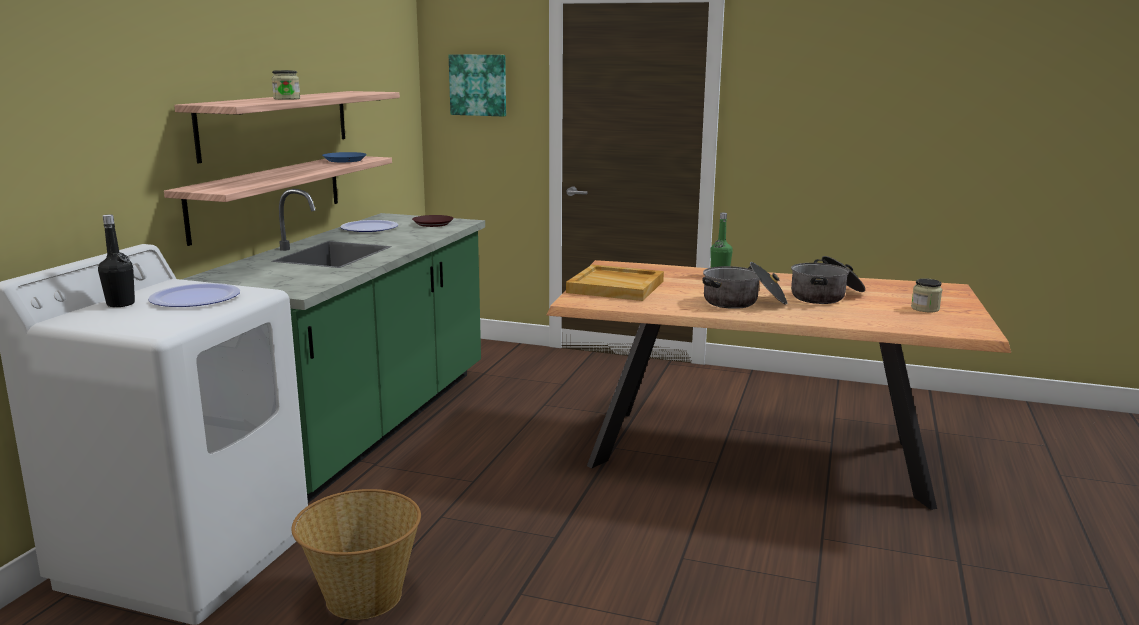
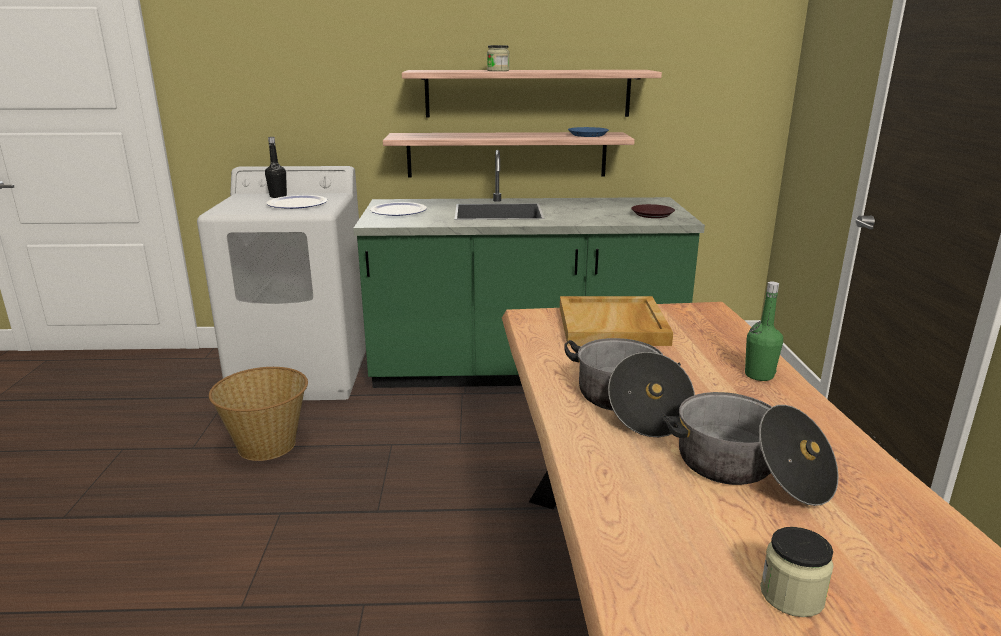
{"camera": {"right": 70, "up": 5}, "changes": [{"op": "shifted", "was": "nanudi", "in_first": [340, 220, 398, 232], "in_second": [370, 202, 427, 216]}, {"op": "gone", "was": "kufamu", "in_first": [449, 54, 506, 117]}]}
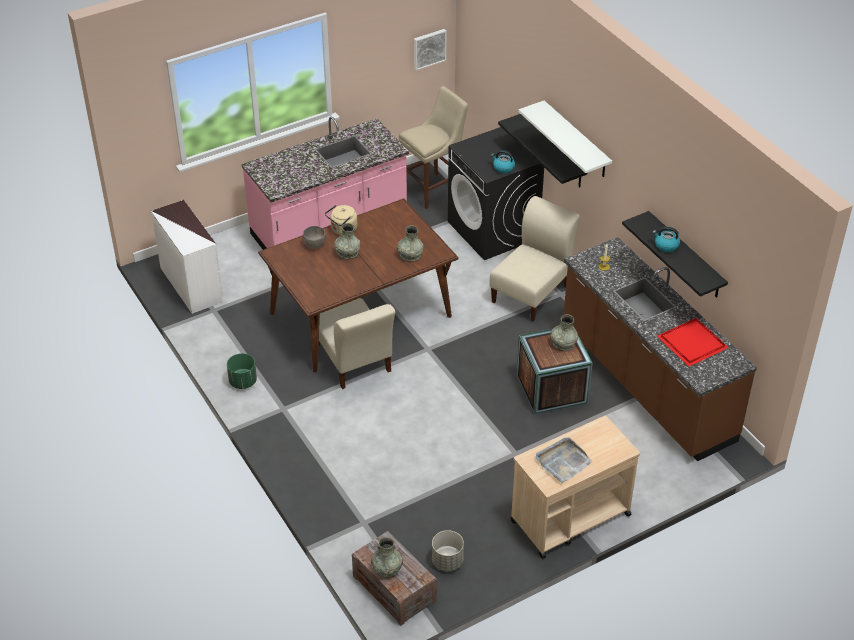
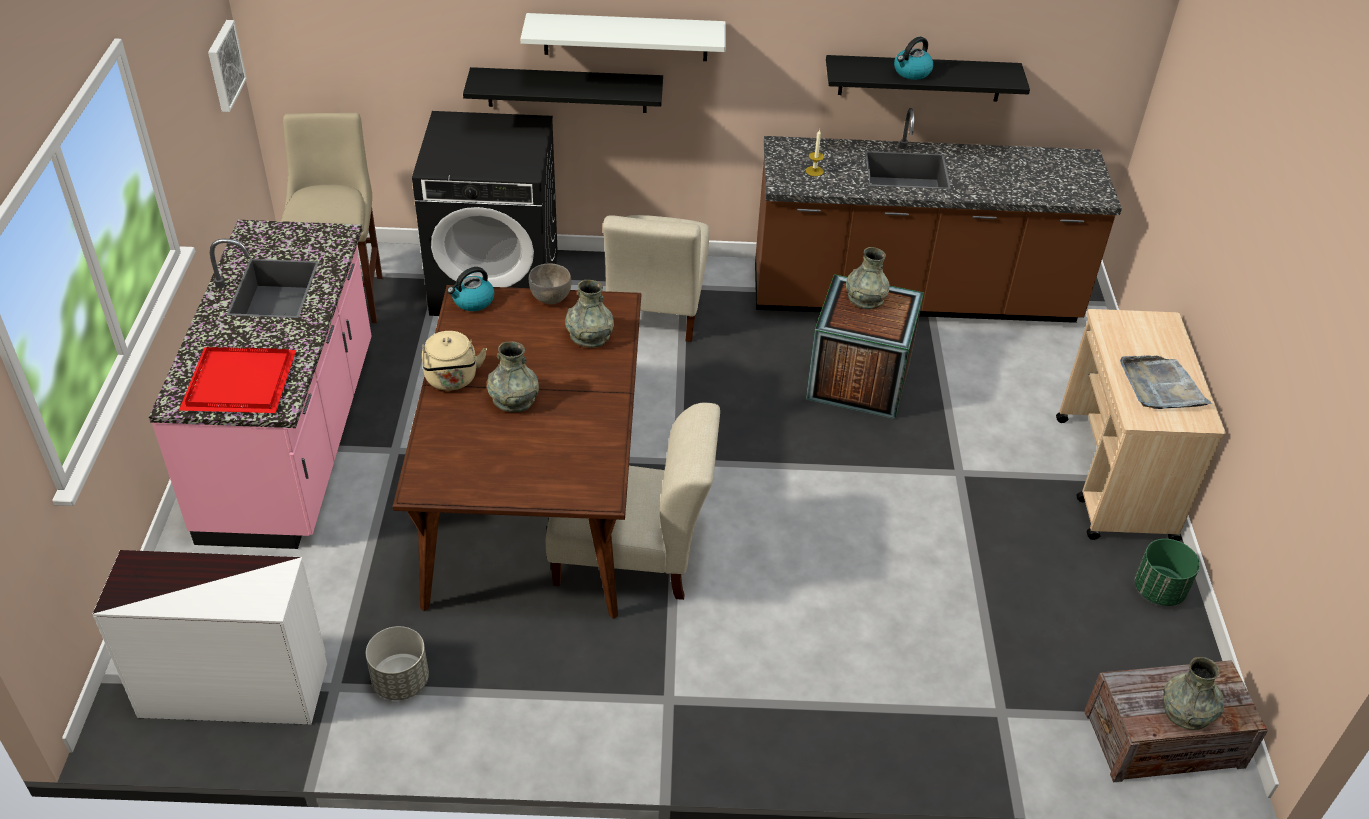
{"camera": {"right": -60, "up": 0}, "changes": [{"op": "shifted", "was": "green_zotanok", "in_first": [227, 353, 257, 389], "in_second": [1135, 539, 1200, 606]}, {"op": "shifted", "was": "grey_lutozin", "in_first": [303, 226, 326, 249], "in_second": [529, 263, 571, 304]}, {"op": "shifted", "was": "grey_zotanok", "in_first": [432, 530, 464, 571], "in_second": [366, 626, 429, 700]}, {"op": "rotated", "was": "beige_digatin", "in_first": [489, 196, 580, 321], "in_second": [603, 215, 709, 342], "clockwise": -150}, {"op": "shifted", "was": "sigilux", "in_first": [491, 150, 515, 173], "in_second": [447, 267, 494, 311]}, {"op": "shifted", "was": "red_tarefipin", "in_first": [657, 318, 729, 366], "in_second": [179, 347, 296, 413]}]}
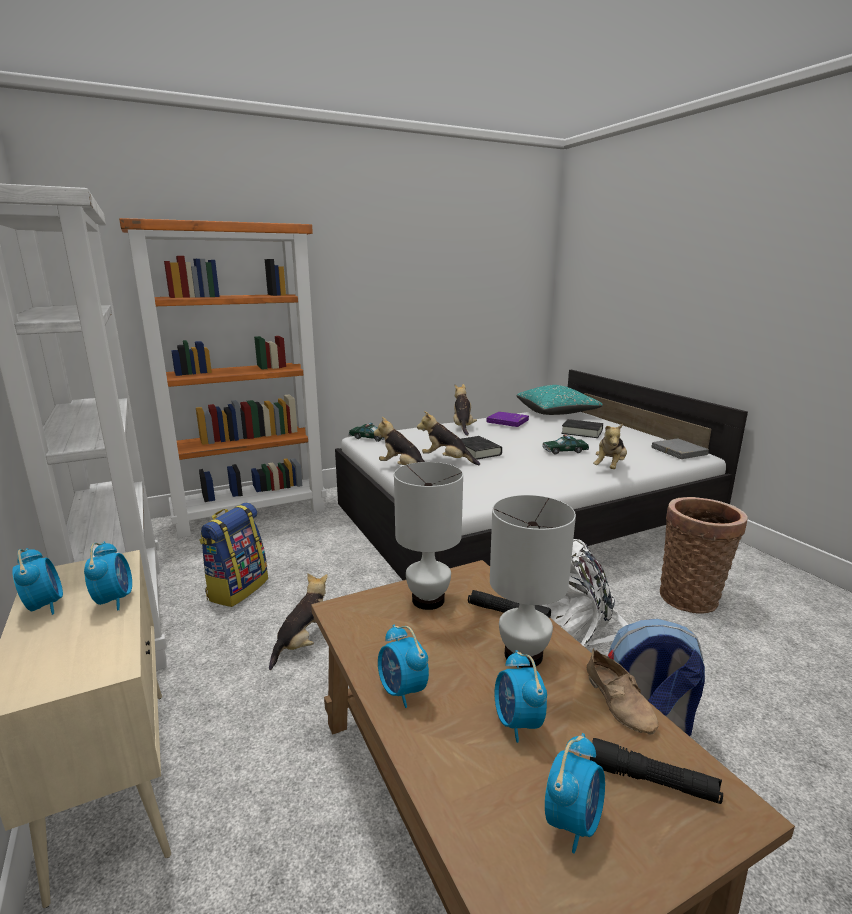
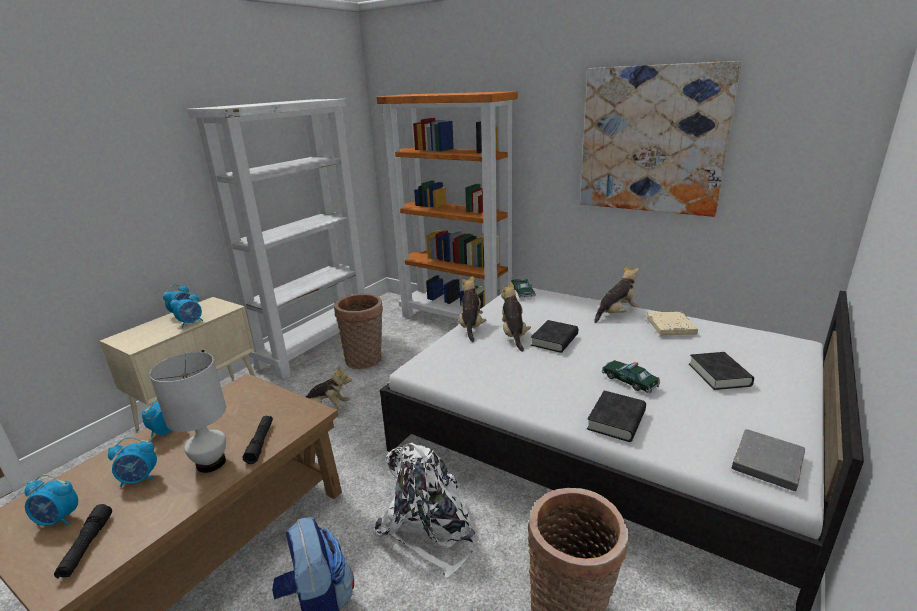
{"camera": {"right": 60, "up": 5}, "changes": [{"op": "swapped", "was": "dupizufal", "now": "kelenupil", "in_first": [199, 503, 268, 607], "in_second": [334, 293, 383, 369]}, {"op": "gone", "was": "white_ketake", "in_first": [394, 462, 463, 610]}, {"op": "repainted", "was": "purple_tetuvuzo", "now": "beige_tetuvuzo", "in_first": [486, 412, 529, 427], "in_second": [646, 312, 698, 336]}, {"op": "rotated", "was": "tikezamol", "in_first": [495, 650, 547, 743], "in_second": [108, 437, 157, 487], "clockwise": -150}, {"op": "gone", "was": "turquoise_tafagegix", "in_first": [517, 385, 603, 415]}, {"op": "gone", "was": "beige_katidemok", "in_first": [587, 648, 659, 735]}, {"op": "swapped", "was": "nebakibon", "now": "black_tetuvuzo", "in_first": [593, 424, 627, 469], "in_second": [587, 391, 646, 442]}, {"op": "new", "now": "kufamu", "in_second": [580, 61, 742, 217]}]}
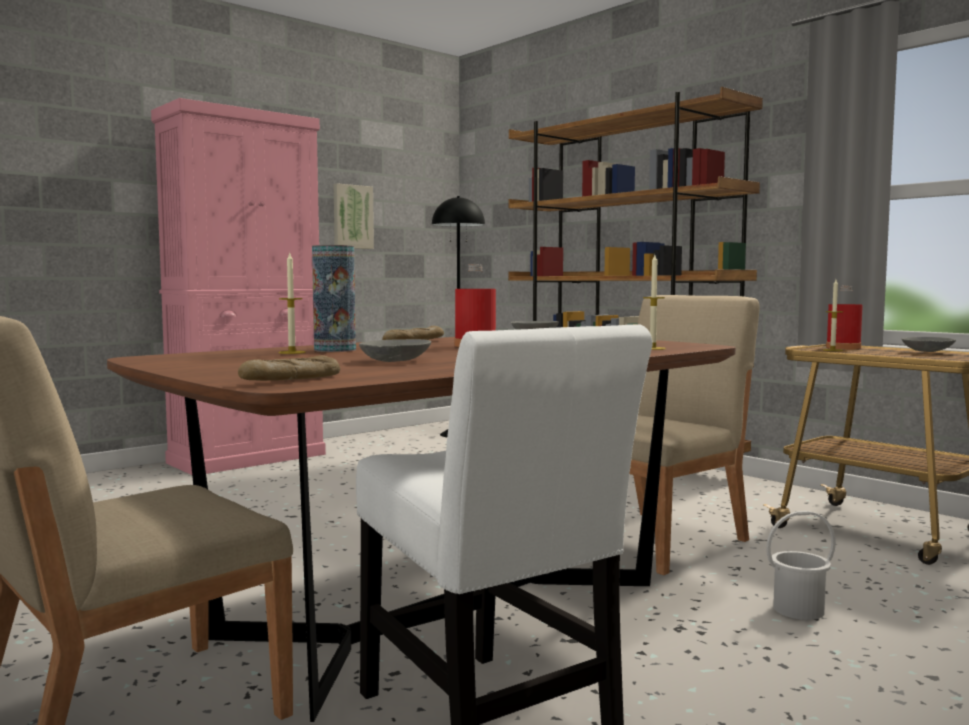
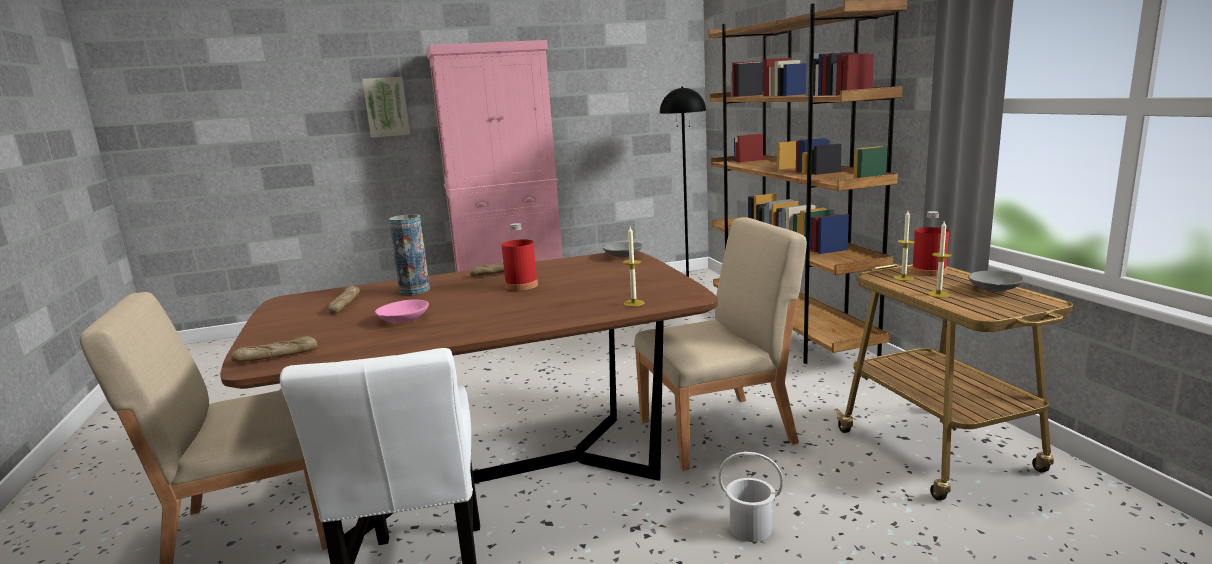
{"camera": {"right": 25, "up": 10}, "changes": [{"op": "shifted", "was": "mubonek", "in_first": [278, 253, 306, 354], "in_second": [928, 221, 952, 298]}, {"op": "shifted", "was": "kufamu", "in_first": [333, 183, 374, 249], "in_second": [362, 77, 410, 138]}, {"op": "repainted", "was": "grey_lutozin", "now": "pink_lutozin", "in_first": [359, 339, 431, 362], "in_second": [375, 299, 429, 323]}, {"op": "new", "now": "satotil", "in_second": [328, 286, 360, 314]}]}
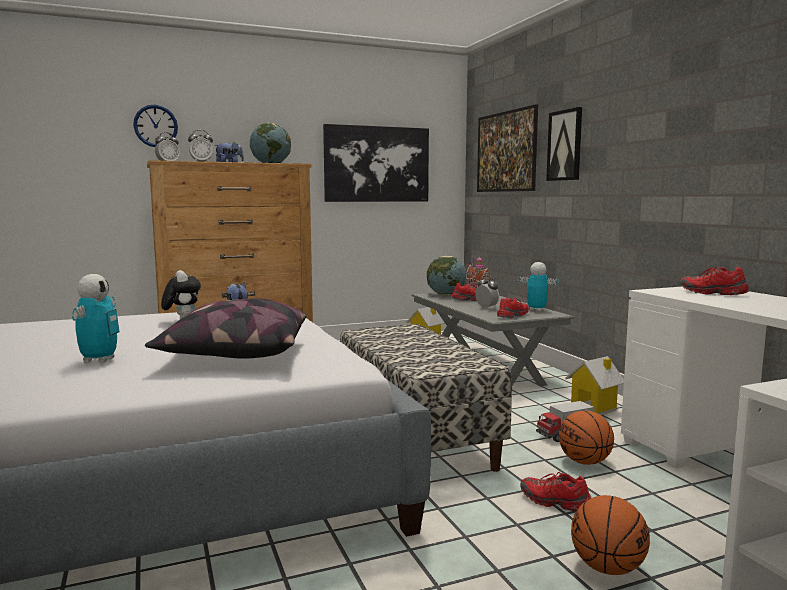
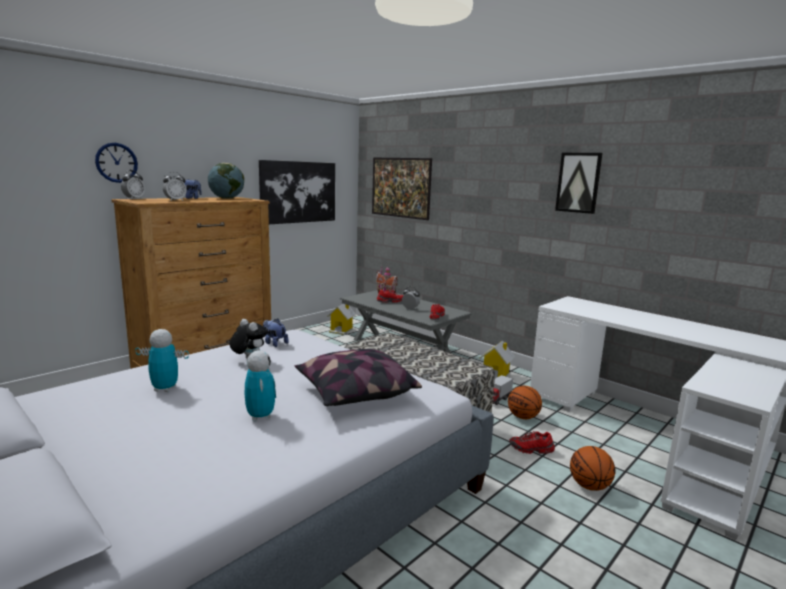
{"camera": {"right": -25, "up": 5}, "changes": [{"op": "gone", "was": "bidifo", "in_first": [427, 256, 466, 295]}, {"op": "shifted", "was": "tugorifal", "in_first": [517, 262, 559, 311], "in_second": [135, 329, 189, 392]}, {"op": "shifted", "was": "kufamu", "in_first": [546, 107, 582, 181], "in_second": [555, 153, 603, 214]}, {"op": "gone", "was": "red_katidemok", "in_first": [680, 267, 749, 295]}]}
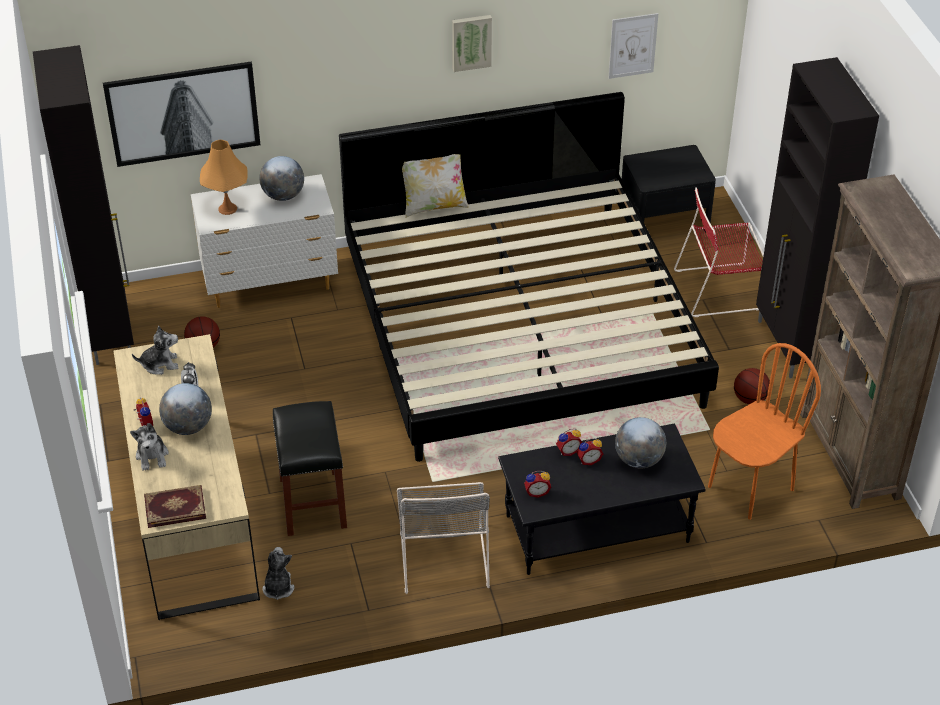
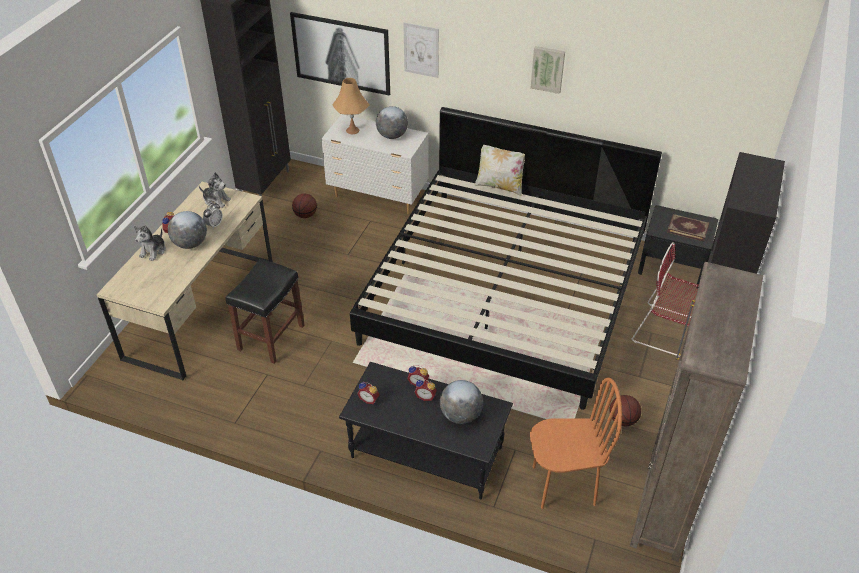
{"camera": {"right": 35, "up": 0}, "changes": [{"op": "shifted", "was": "tetuvuzo", "in_first": [144, 485, 206, 528], "in_second": [667, 214, 709, 241]}, {"op": "gone", "was": "nebakibon", "in_first": [262, 547, 294, 600]}, {"op": "gone", "was": "grey_digatin", "in_first": [397, 482, 490, 594]}, {"op": "shifted", "was": "kufamu", "in_first": [609, 13, 658, 79], "in_second": [403, 23, 439, 78]}]}
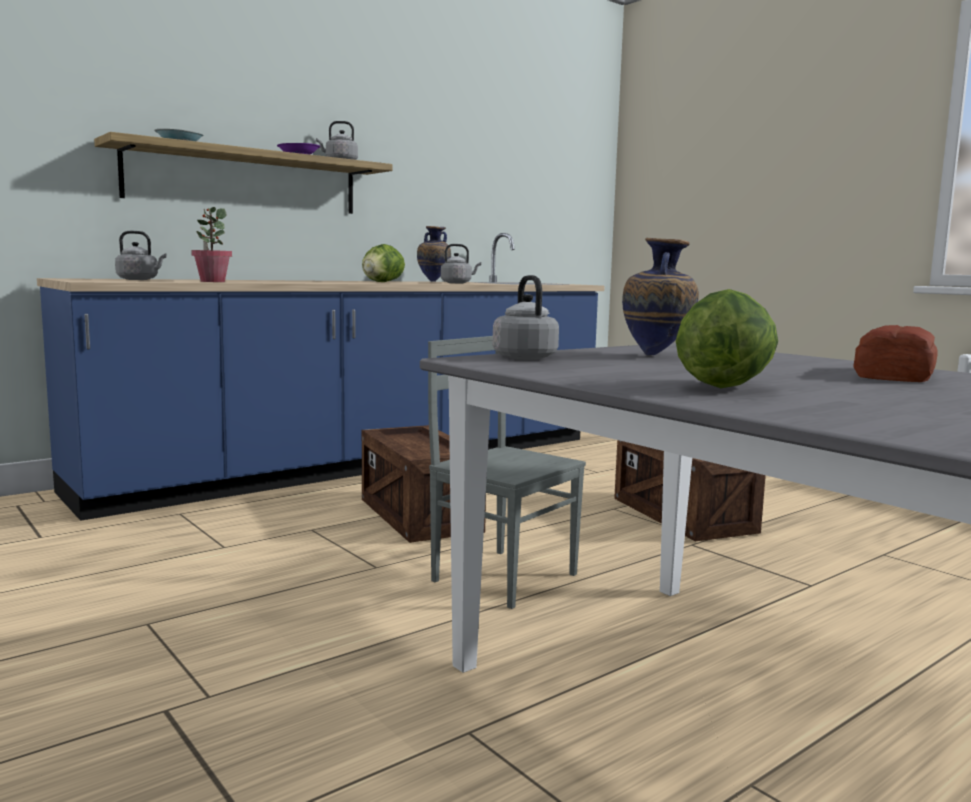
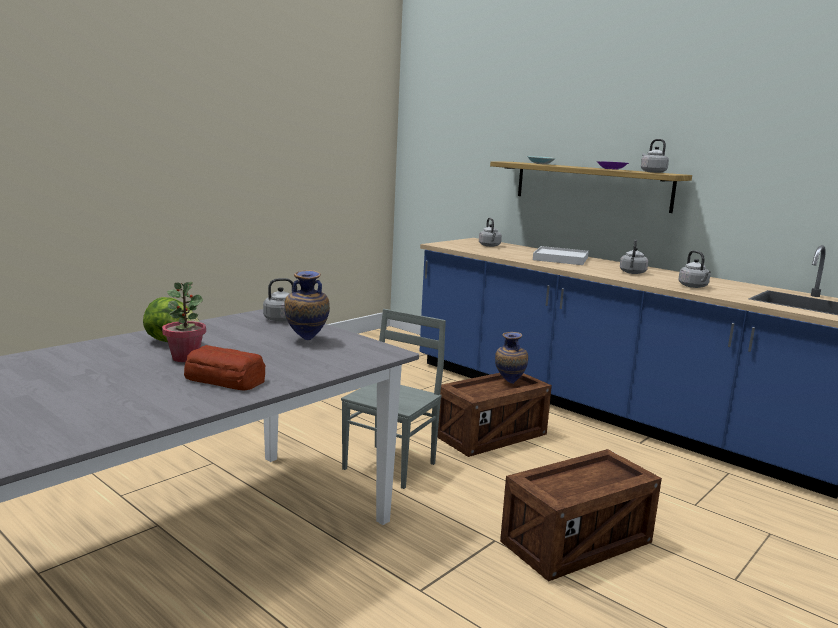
{"camera": {"right": 80, "up": 5}, "changes": [{"op": "shifted", "was": "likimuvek", "in_first": [191, 207, 232, 282], "in_second": [162, 282, 206, 362]}, {"op": "swapped", "was": "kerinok", "now": "grey_sigilux", "in_first": [362, 244, 405, 282], "in_second": [620, 239, 648, 274]}, {"op": "shifted", "was": "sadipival", "in_first": [417, 226, 451, 282], "in_second": [495, 332, 528, 384]}, {"op": "new", "now": "white_tarefipin", "in_second": [533, 246, 589, 265]}]}
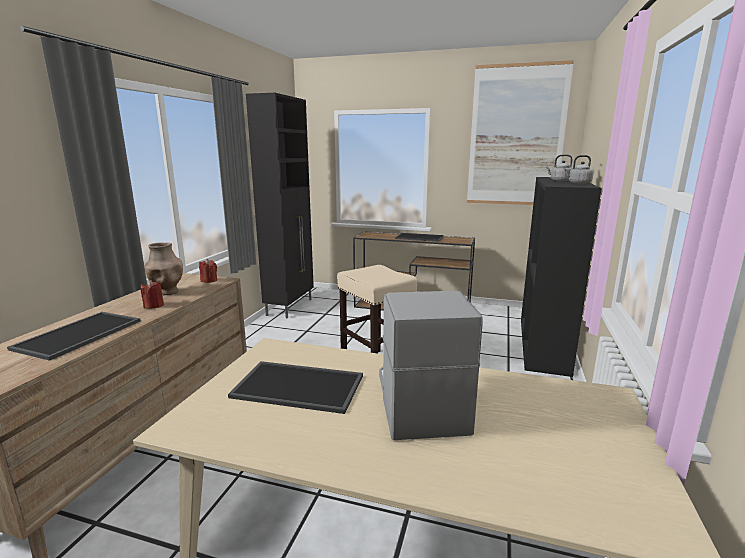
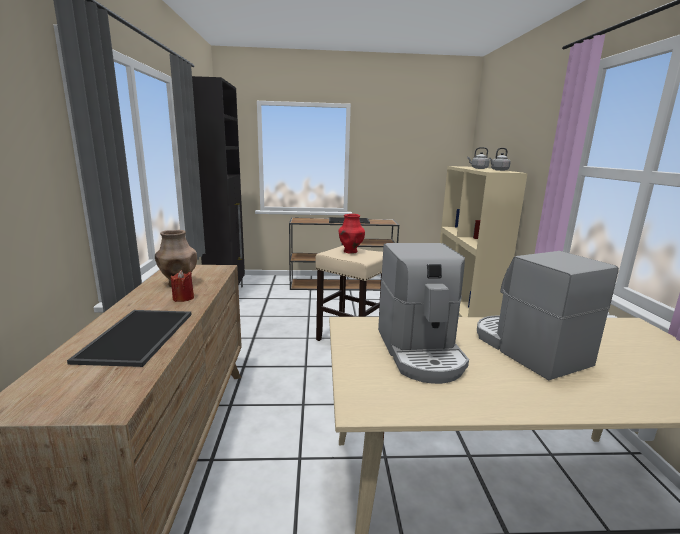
{"camera": {"right": -20, "up": 0}, "changes": [{"op": "gone", "was": "red_mubonek", "in_first": [199, 259, 217, 283]}, {"op": "swapped", "was": "tarefipin", "now": "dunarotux", "in_first": [228, 361, 363, 414], "in_second": [378, 243, 469, 384]}, {"op": "gone", "was": "kufamu", "in_first": [467, 60, 574, 205]}, {"op": "repainted", "was": "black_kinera", "now": "beige_kinera", "in_first": [521, 177, 602, 377], "in_second": [440, 166, 528, 317]}, {"op": "new", "now": "red_sadipival", "in_second": [339, 214, 365, 254]}]}
